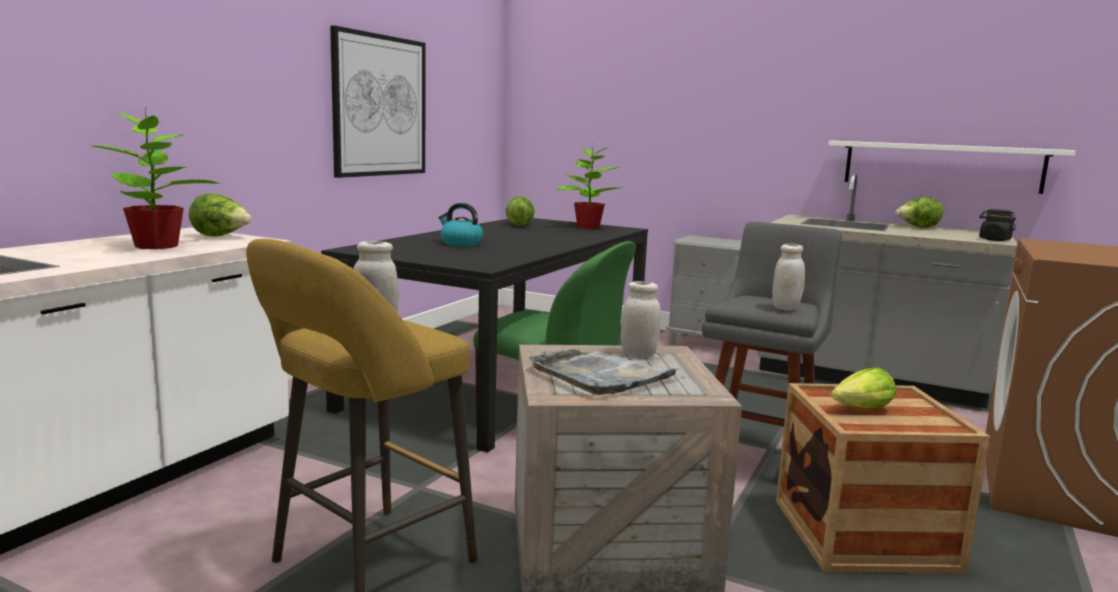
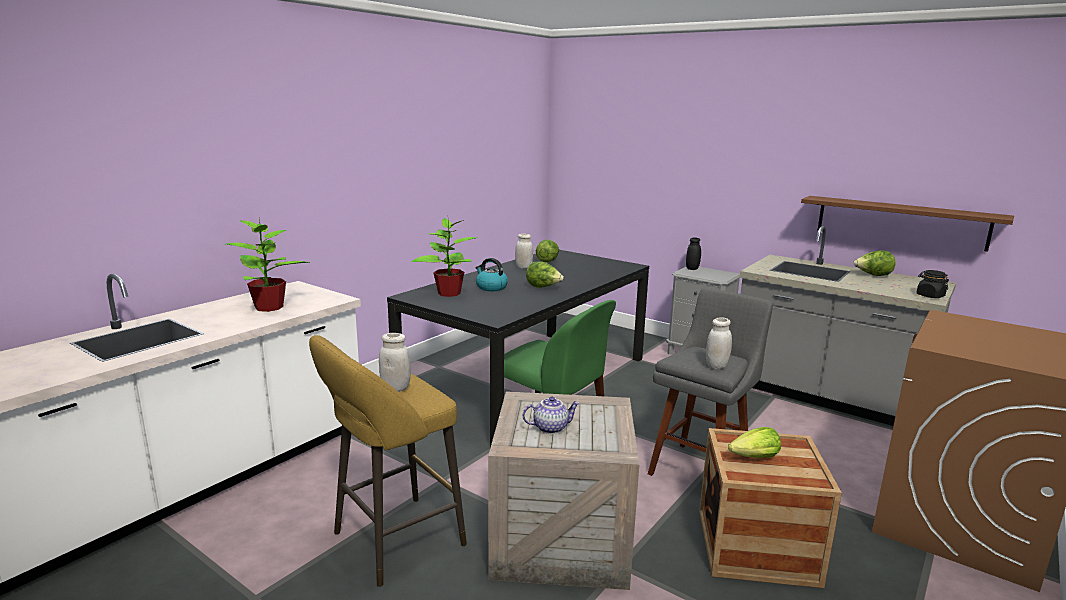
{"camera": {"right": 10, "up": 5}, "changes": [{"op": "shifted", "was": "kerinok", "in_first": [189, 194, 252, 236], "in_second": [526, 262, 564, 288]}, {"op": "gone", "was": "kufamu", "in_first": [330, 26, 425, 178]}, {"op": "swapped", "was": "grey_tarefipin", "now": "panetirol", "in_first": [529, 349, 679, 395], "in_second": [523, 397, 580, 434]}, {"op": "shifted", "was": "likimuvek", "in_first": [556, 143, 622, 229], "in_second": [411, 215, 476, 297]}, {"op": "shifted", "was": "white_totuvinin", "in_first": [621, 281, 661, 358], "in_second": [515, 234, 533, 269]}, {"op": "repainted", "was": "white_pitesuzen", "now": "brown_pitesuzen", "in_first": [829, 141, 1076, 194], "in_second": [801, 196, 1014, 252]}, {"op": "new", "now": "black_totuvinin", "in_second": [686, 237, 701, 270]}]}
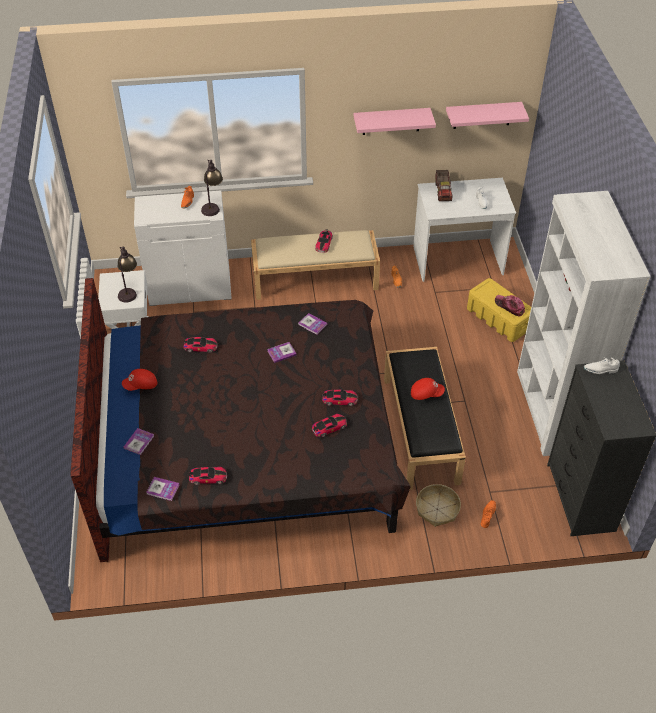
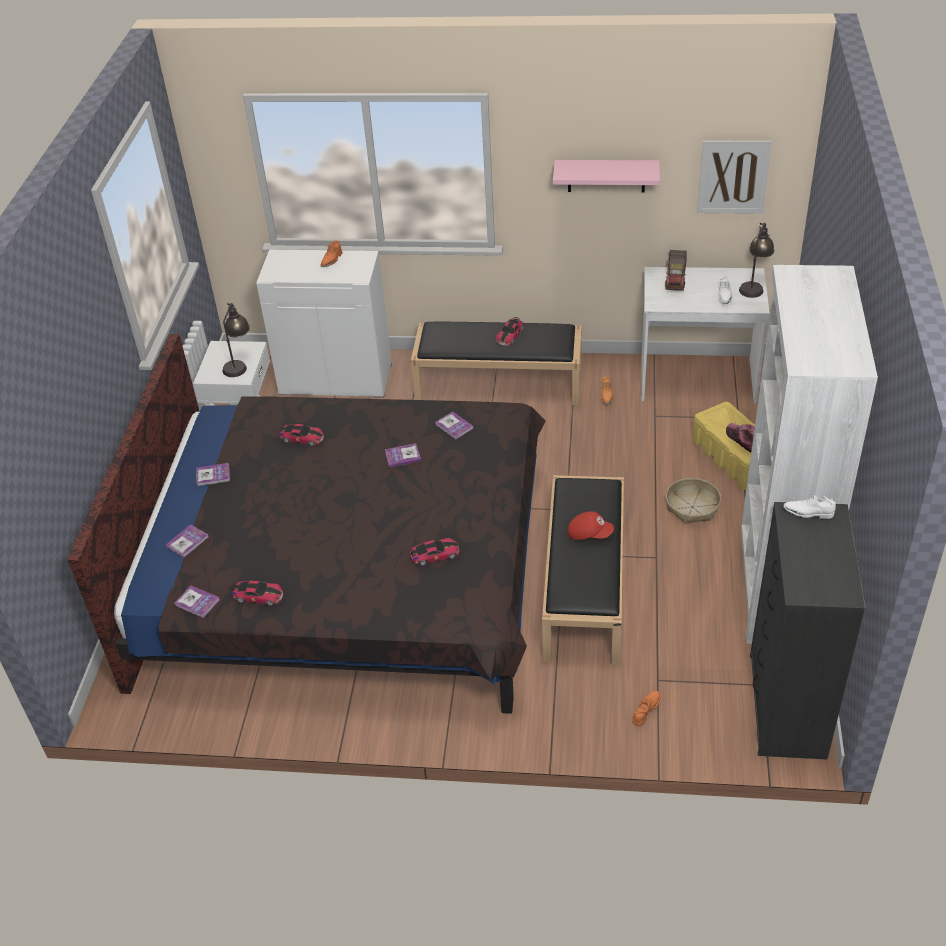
{"camera": {"right": 15, "up": -5}, "changes": [{"op": "swapped", "was": "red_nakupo", "now": "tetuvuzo", "in_first": [122, 369, 157, 391], "in_second": [196, 463, 230, 486]}, {"op": "shifted", "was": "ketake", "in_first": [201, 160, 223, 216], "in_second": [739, 223, 774, 298]}, {"op": "repainted", "was": "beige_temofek", "now": "black_temofek", "in_first": [251, 230, 380, 300], "in_second": [411, 322, 582, 405]}, {"op": "gone", "was": "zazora", "in_first": [322, 390, 358, 406]}, {"op": "shifted", "was": "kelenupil", "in_first": [416, 484, 461, 527], "in_second": [666, 478, 721, 524]}, {"op": "swapped", "was": "pink_pitesuzen", "now": "kufamu", "in_first": [446, 102, 529, 129], "in_second": [697, 140, 772, 214]}]}
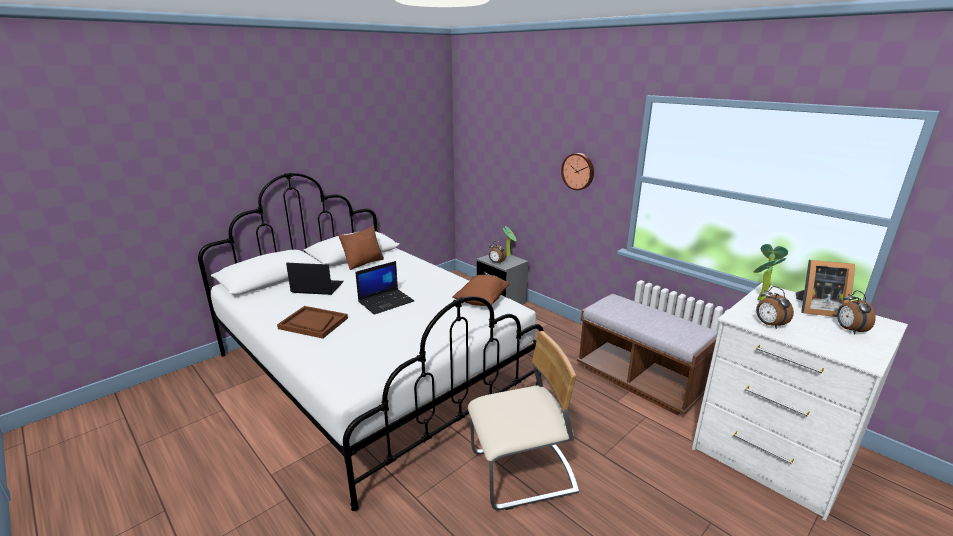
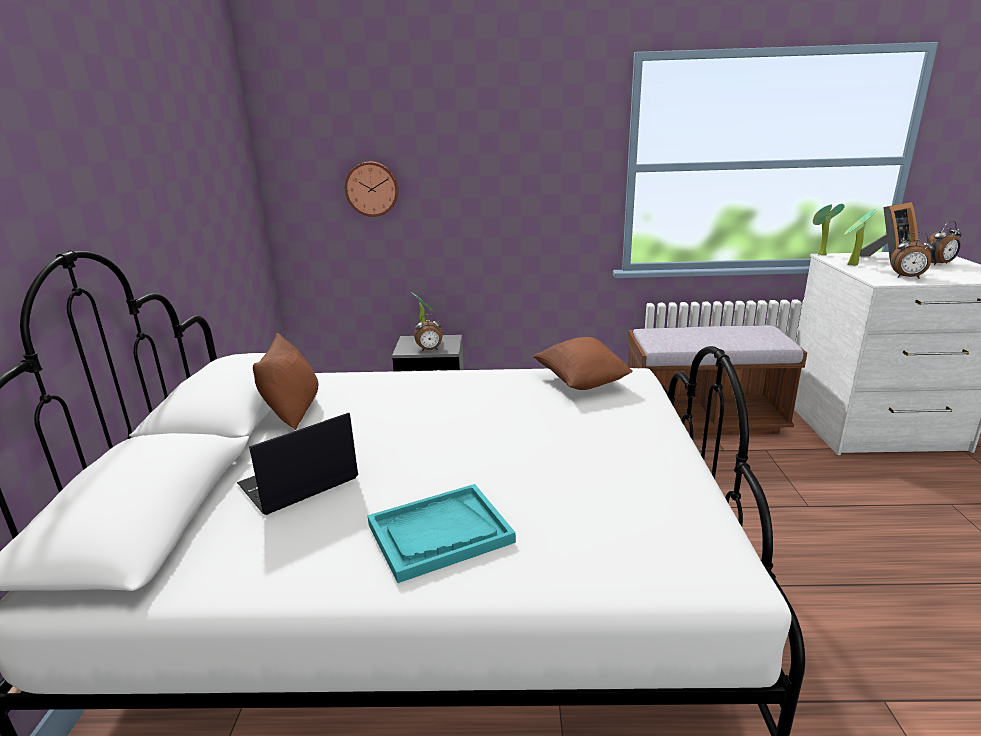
{"camera": {"right": -45, "up": 0}, "changes": [{"op": "repainted", "was": "brown_tarefipin", "now": "turquoise_tarefipin", "in_first": [277, 306, 348, 339], "in_second": [368, 484, 516, 583]}, {"op": "gone", "was": "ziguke", "in_first": [355, 261, 414, 315]}, {"op": "gone", "was": "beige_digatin", "in_first": [468, 331, 579, 510]}, {"op": "shifted", "was": "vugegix", "in_first": [561, 153, 594, 190], "in_second": [345, 162, 399, 217]}, {"op": "rotated", "was": "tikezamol", "in_first": [837, 290, 876, 334], "in_second": [925, 221, 962, 265], "clockwise": -60}]}
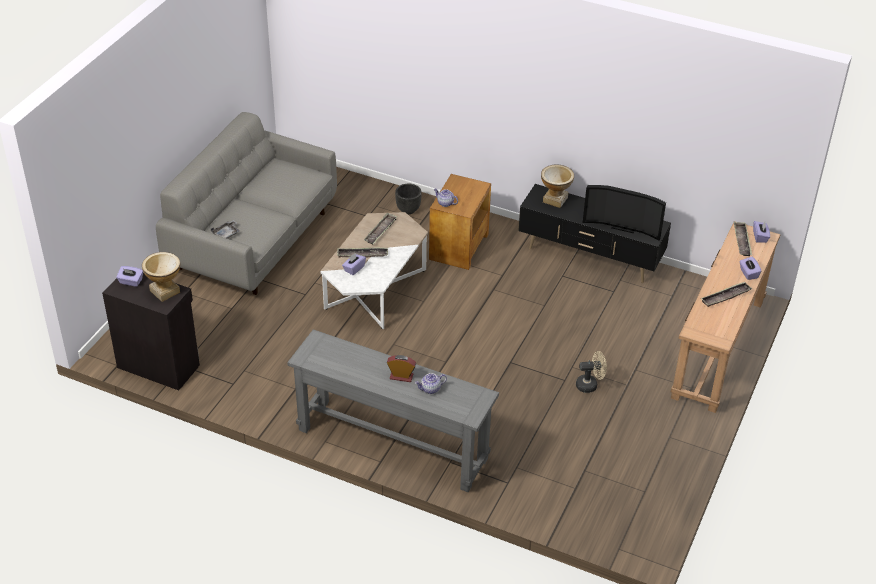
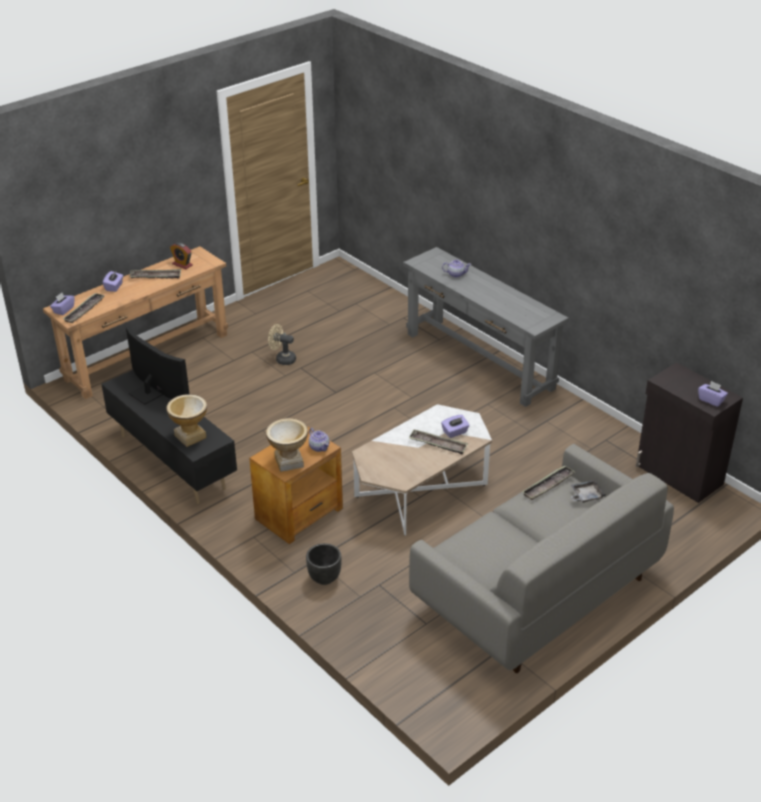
{"camera": {"right": -155, "up": -5}, "changes": [{"op": "shifted", "was": "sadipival", "in_first": [142, 252, 180, 302], "in_second": [266, 418, 308, 472]}, {"op": "shifted", "was": "tarefipin", "in_first": [364, 213, 397, 245], "in_second": [522, 466, 575, 500]}, {"op": "shifted", "was": "tikezamol", "in_first": [387, 355, 416, 382], "in_second": [170, 242, 193, 269]}]}
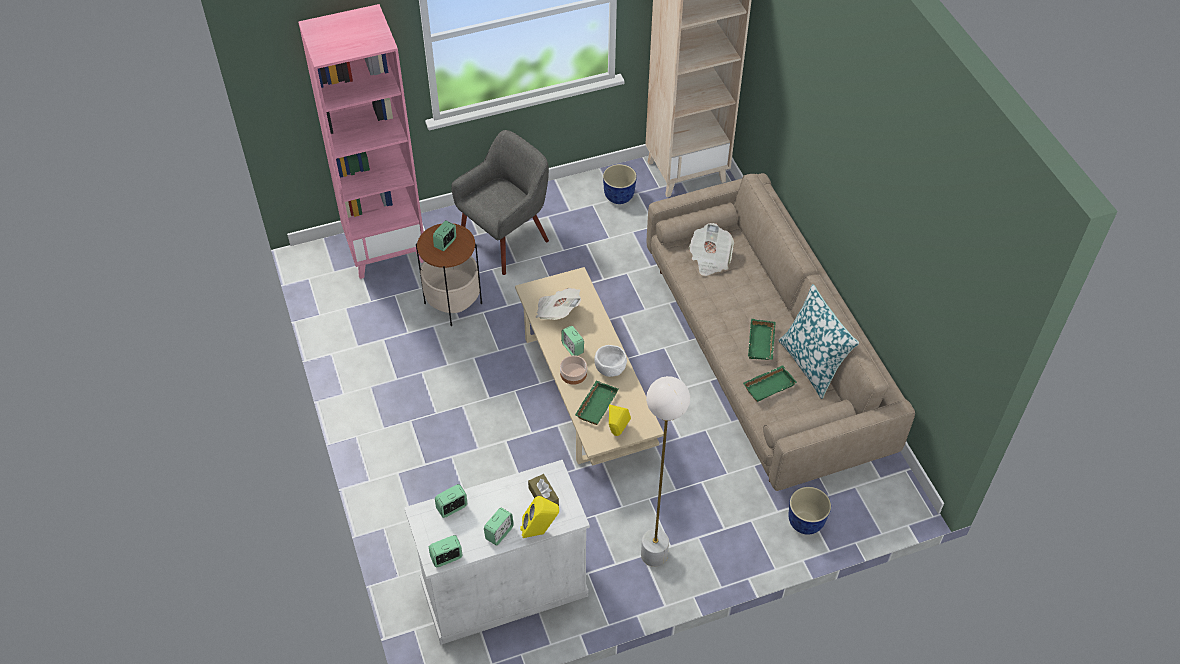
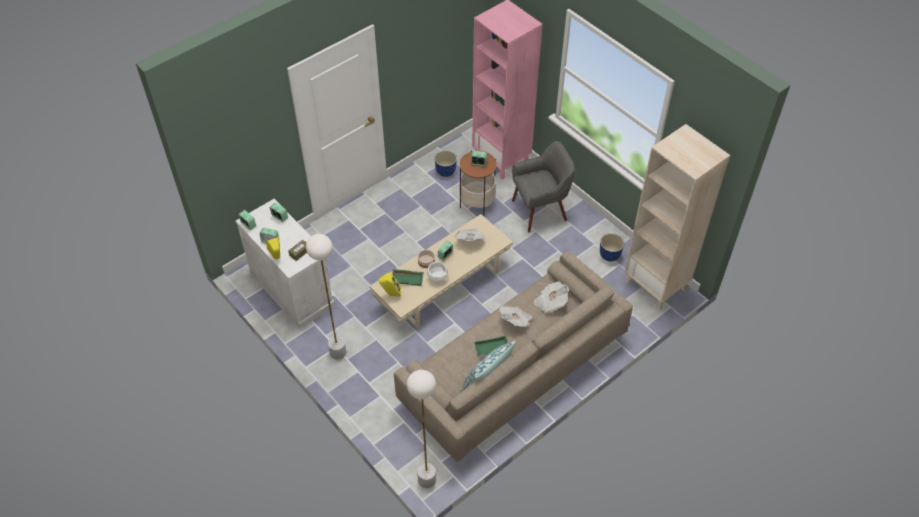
{"camera": {"right": 70, "up": 0}, "changes": [{"op": "rotated", "was": "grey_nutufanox", "in_first": [451, 130, 549, 275], "in_second": [512, 141, 575, 232], "clockwise": -45}, {"op": "gone", "was": "green_tarefipin", "in_first": [743, 365, 797, 402]}, {"op": "shifted", "was": "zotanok", "in_first": [788, 487, 831, 535], "in_second": [434, 150, 457, 177]}, {"op": "new", "now": "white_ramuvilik", "in_second": [407, 370, 436, 488]}, {"op": "new", "now": "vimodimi", "in_second": [499, 306, 533, 327]}]}
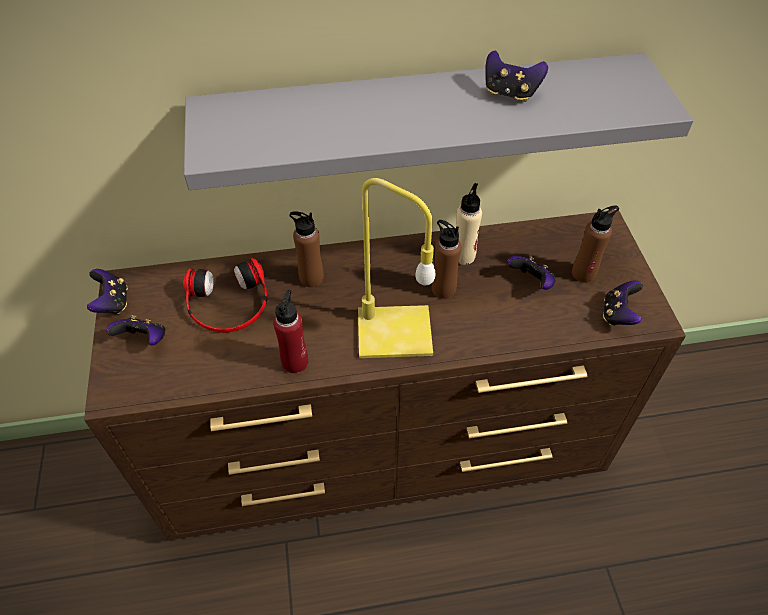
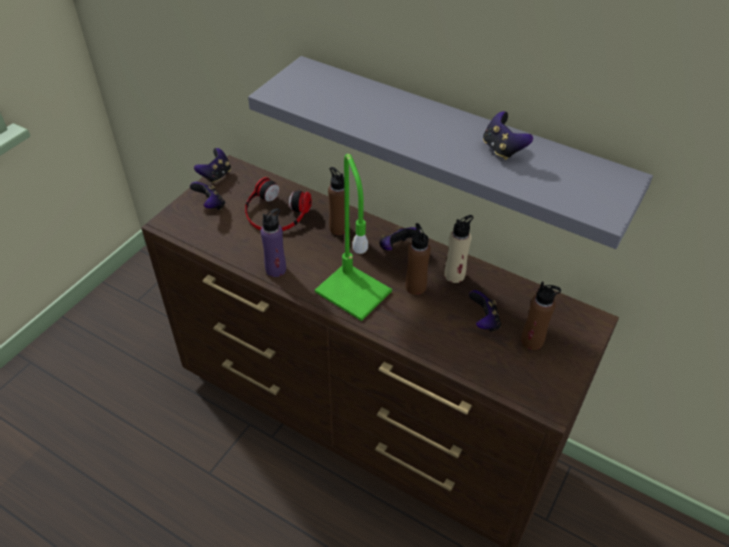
{"camera": {"right": 40, "up": -5}, "changes": [{"op": "repainted", "was": "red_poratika", "now": "purple_poratika", "in_first": [273, 290, 308, 373], "in_second": [260, 208, 286, 277]}, {"op": "repainted", "was": "yellow_ketake", "now": "green_ketake", "in_first": [358, 178, 435, 358], "in_second": [315, 154, 392, 321]}, {"op": "shifted", "was": "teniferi", "in_first": [603, 281, 643, 325], "in_second": [379, 227, 420, 251]}]}
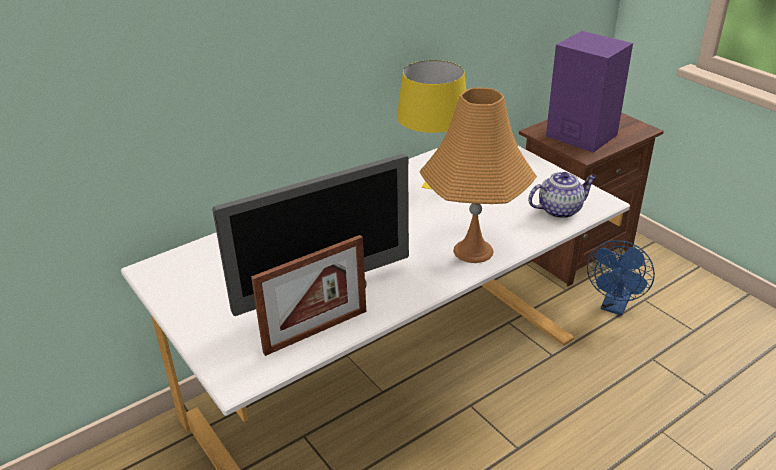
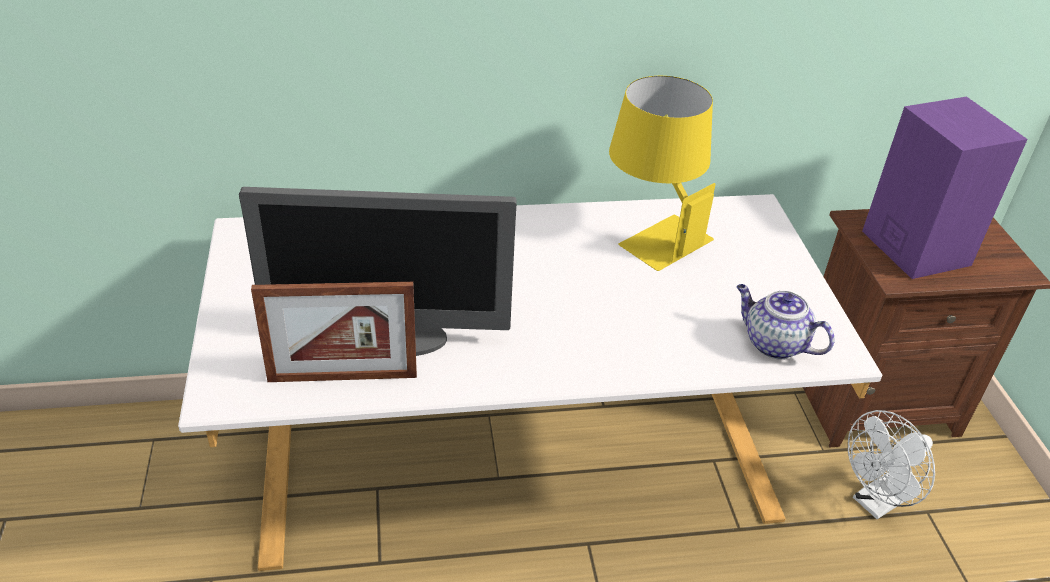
{"camera": {"right": 25, "up": 5}, "changes": [{"op": "gone", "was": "orange_ketake", "in_first": [419, 88, 537, 263]}, {"op": "rotated", "was": "panetirol", "in_first": [528, 172, 597, 218], "in_second": [736, 284, 835, 360], "clockwise": -150}, {"op": "repainted", "was": "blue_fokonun", "now": "white_fokonun", "in_first": [587, 240, 655, 316], "in_second": [848, 410, 935, 519]}]}
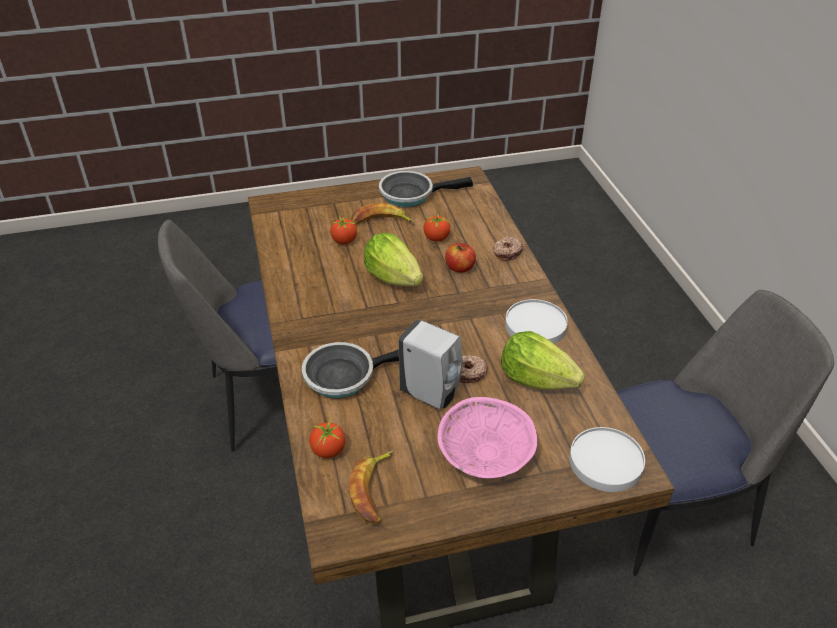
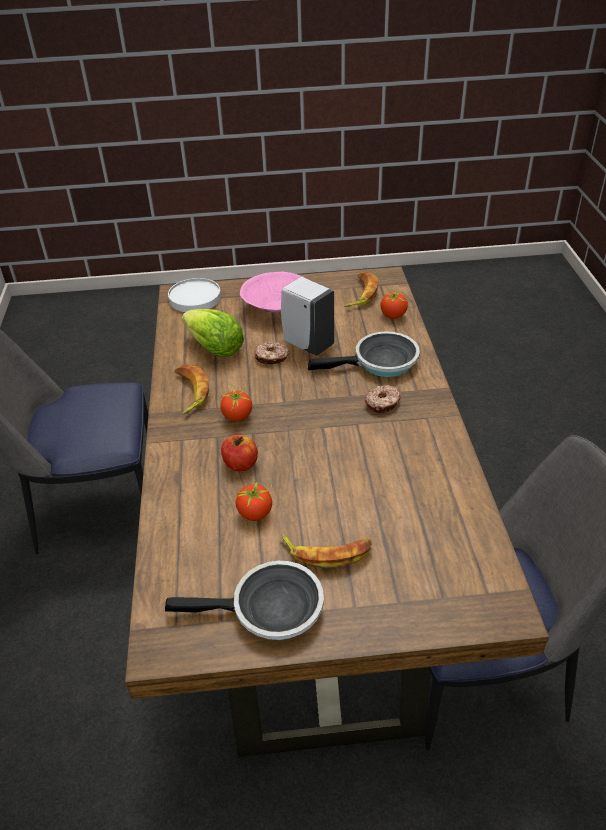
{"camera": {"right": -170, "up": 0}, "changes": [{"op": "shifted", "was": "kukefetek", "in_first": [330, 216, 357, 245], "in_second": [220, 383, 252, 421]}, {"op": "gone", "was": "kerinok", "in_first": [364, 233, 423, 286]}, {"op": "shifted", "was": "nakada", "in_first": [492, 237, 523, 261], "in_second": [365, 385, 401, 413]}, {"op": "swapped", "was": "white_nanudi", "now": "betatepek", "in_first": [505, 299, 568, 344], "in_second": [175, 365, 209, 414]}]}
